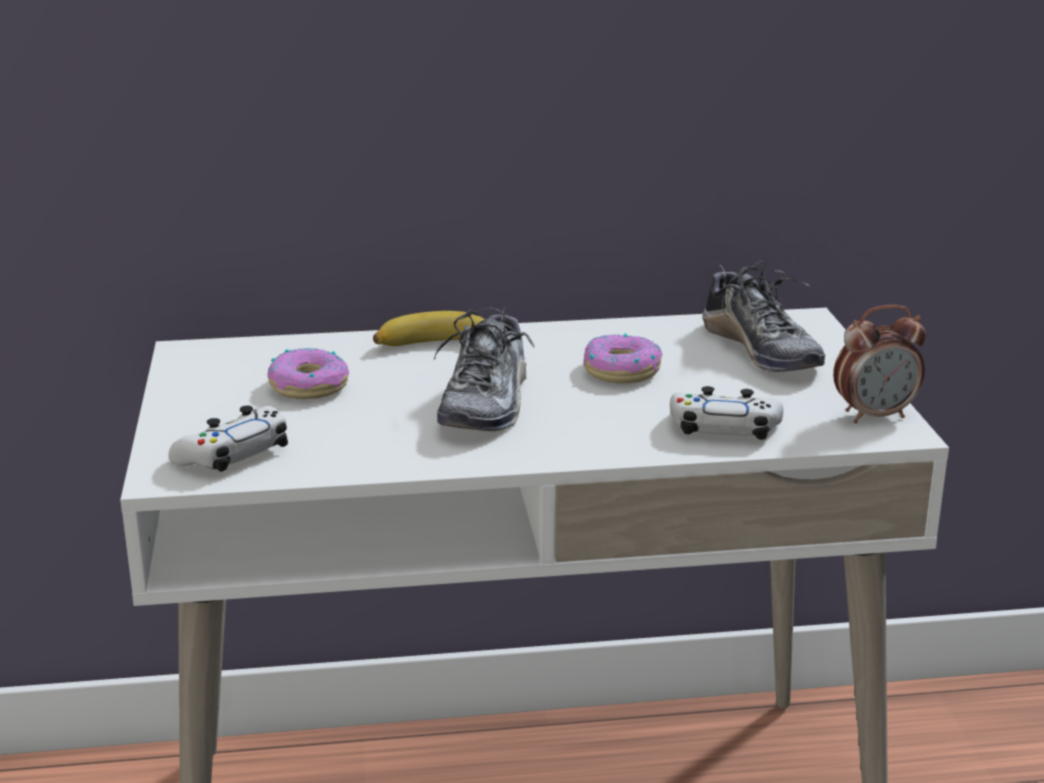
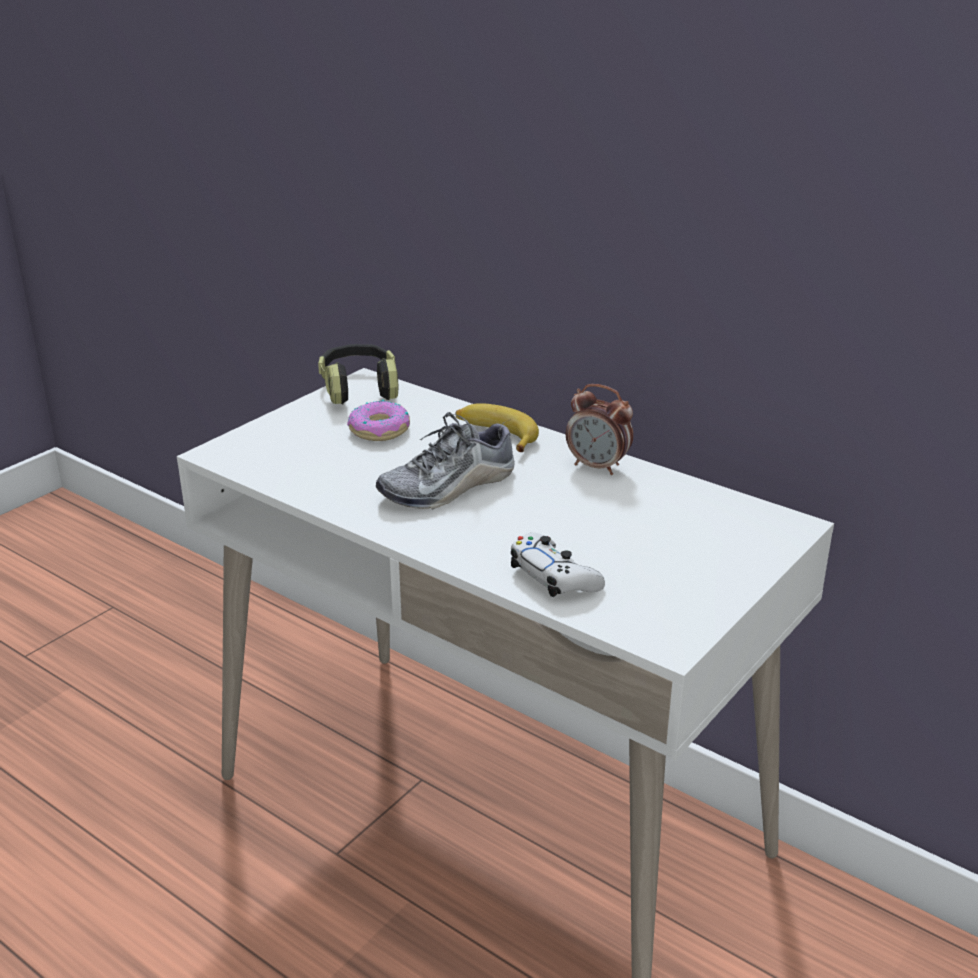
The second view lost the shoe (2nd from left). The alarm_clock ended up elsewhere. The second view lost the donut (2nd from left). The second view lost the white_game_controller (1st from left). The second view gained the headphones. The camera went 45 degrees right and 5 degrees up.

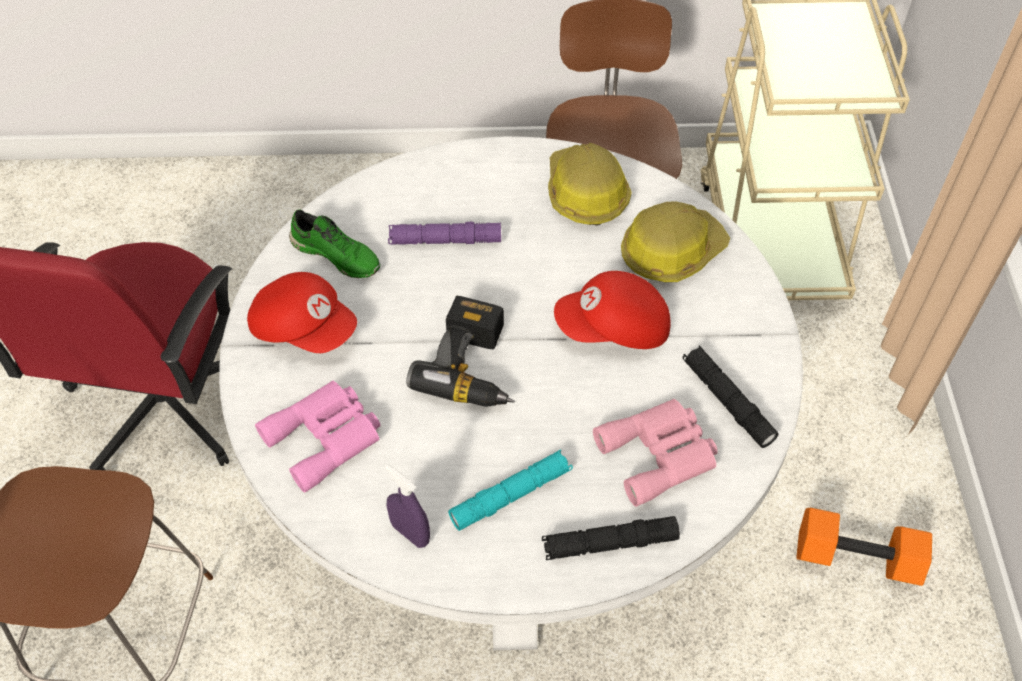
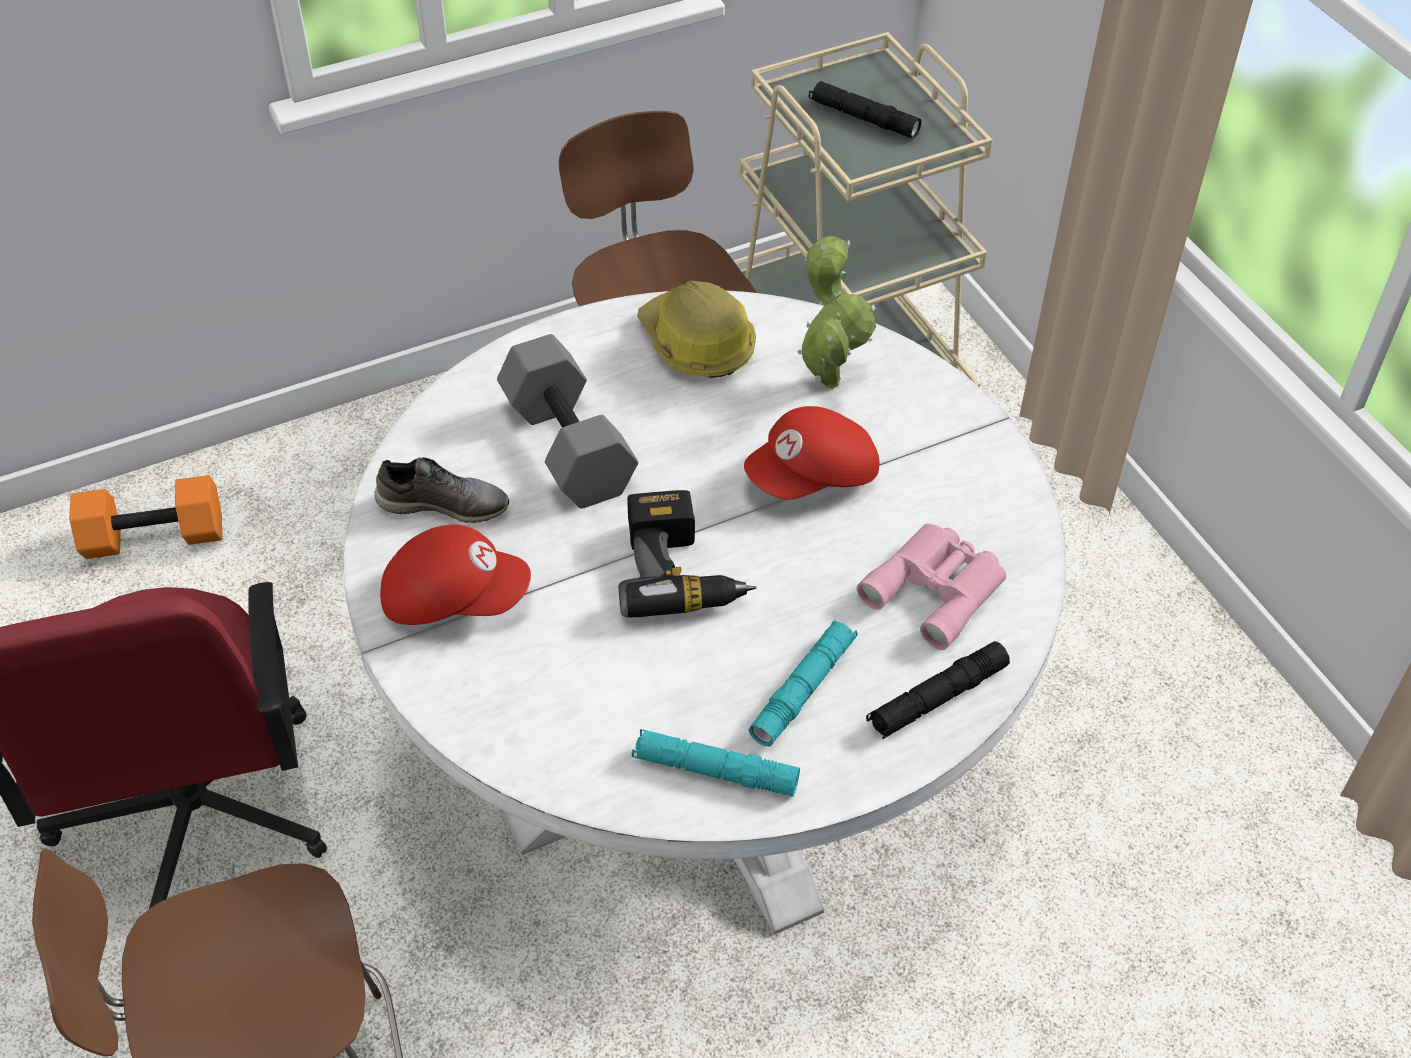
Where the hard_hat (2nd from left) stood, the potted_plant came to stand. What was the green_shoe turned into the grey_shoe. Where the purple_flashlight stood, the grey_dumbbell came to stand. The black_flashlight (2nd from left in the first image) ended up elsewhere. The second view lost the pink_binoculars (1st from left). Where the purple_spray_bottle stood, the turquoise_flashlight (1st from left) came to stand. The orange_dumbbell ended up elsewhere. The camera went 25 degrees left and 5 degrees down.

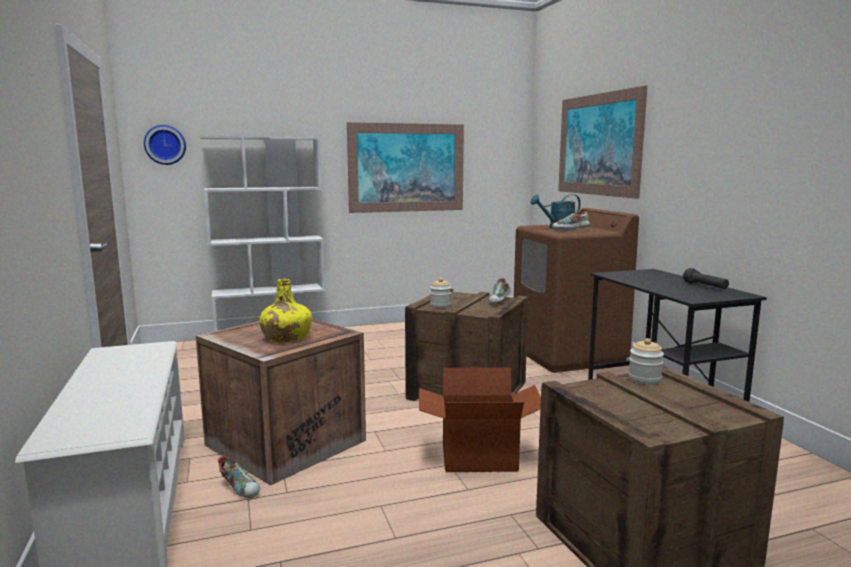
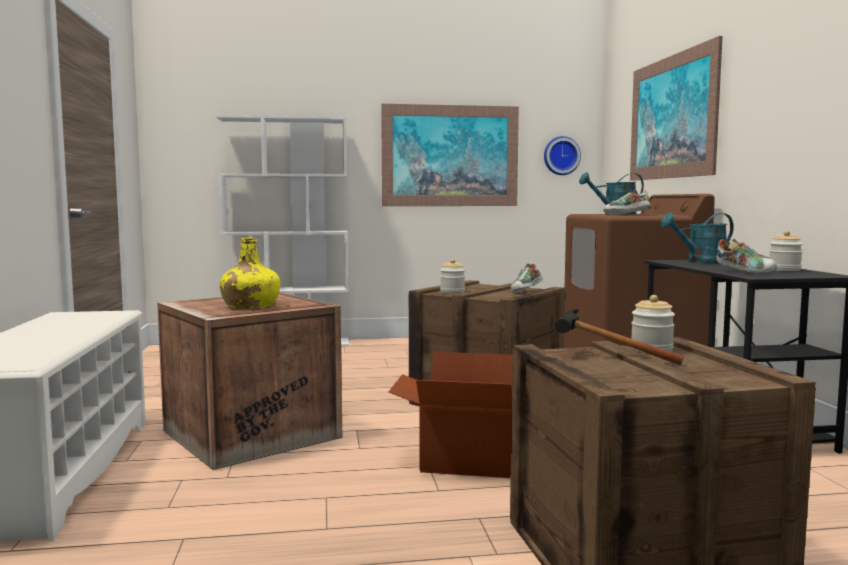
The wall_clock ended up elsewhere. Where the black_flashlight stood, the jar (3rd from left) came to stand. The shoe (1st from left in the first image) ended up elsewhere. The second view gained the turquoise_watering_can (2nd from left). The second view gained the hammer. The camera went 10 degrees right and 5 degrees down.

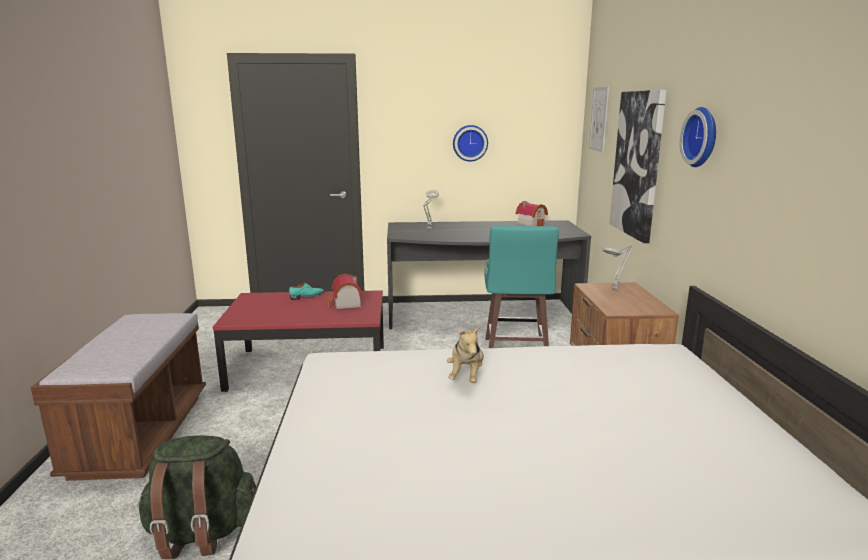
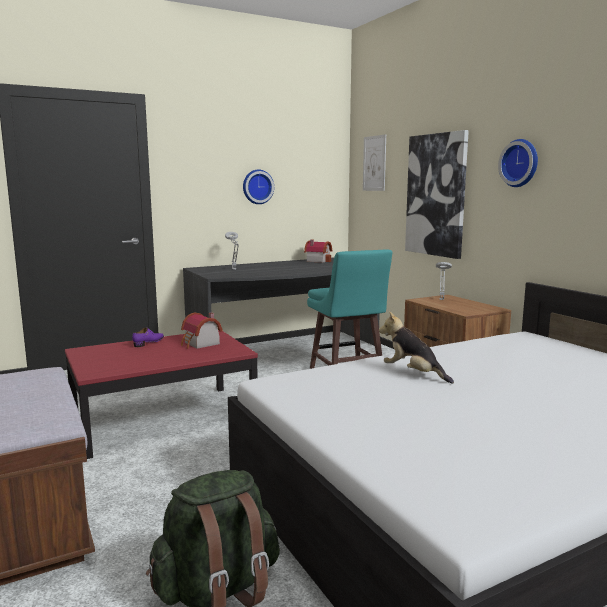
What was the turquoise_shoe turned into the purple_shoe. The plush_toy ended up facing another way, 150 degrees clockwise from before. The camera went 25 degrees left and 5 degrees down.

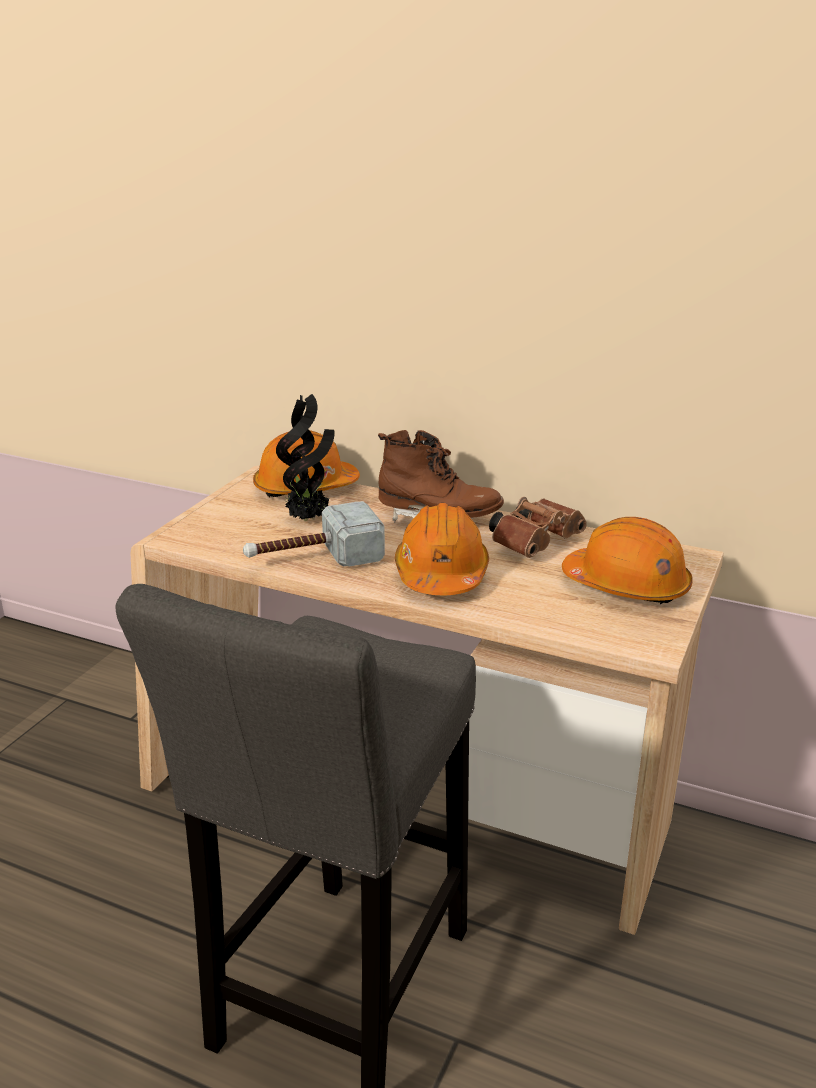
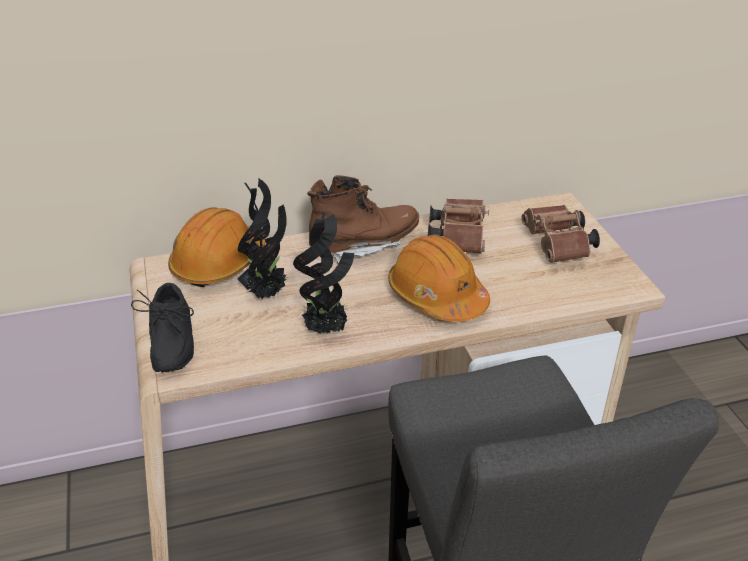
Where the hammer stood, the potted_plant (2nd from left) came to stand. Where the orange_hard_hat (3rd from left) stood, the brown_binoculars (2nd from left) came to stand. The second view gained the black_shoe. The camera went 40 degrees left and 10 degrees up.

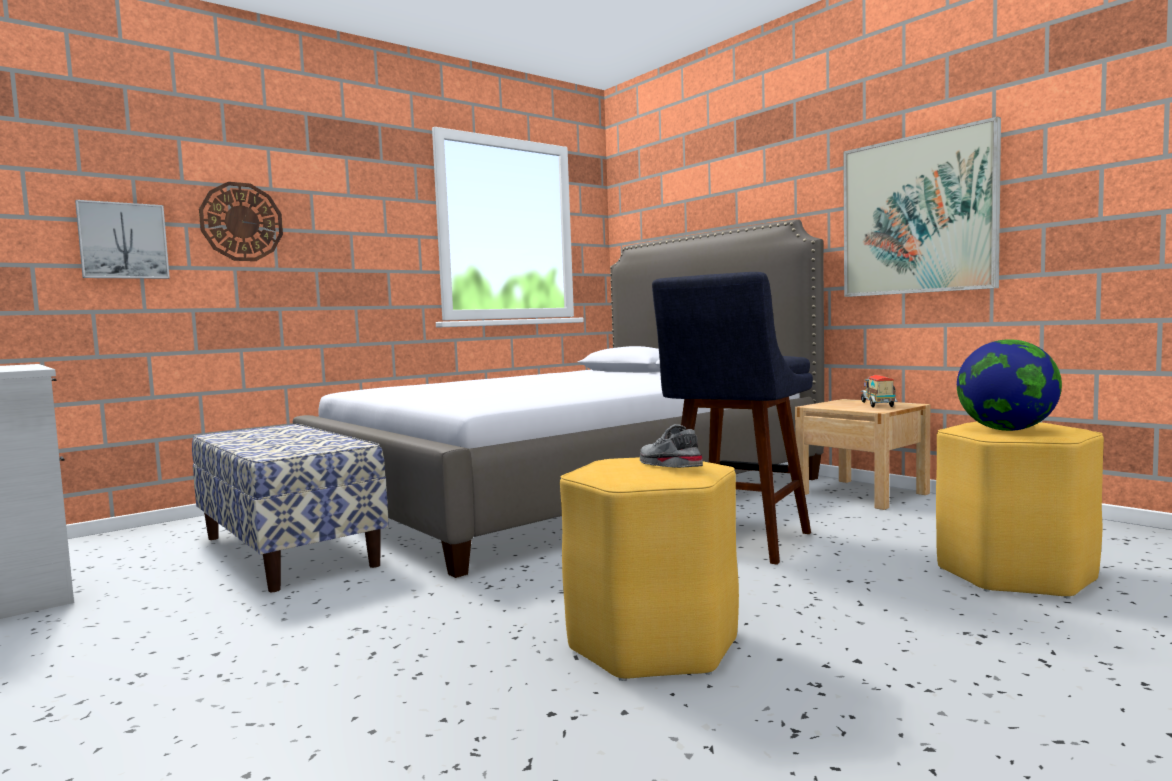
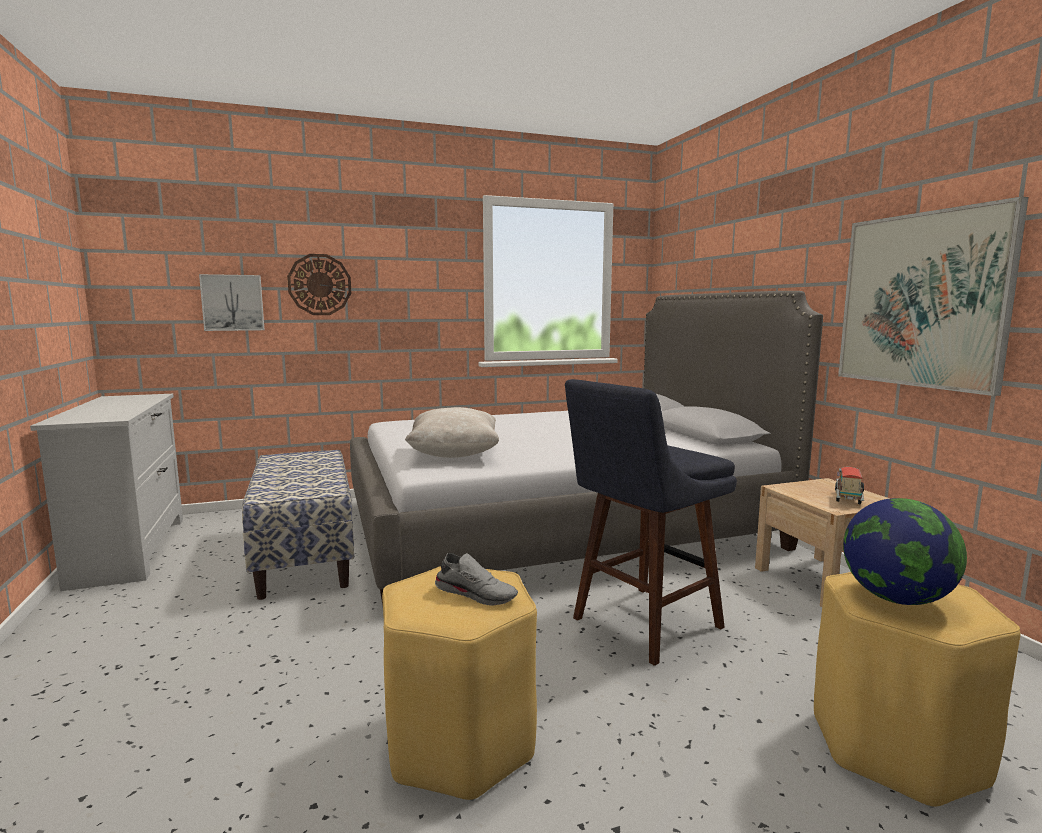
The grey_shoe ended up facing another way, 120 degrees clockwise from before. The second view gained the beige_pillow. The camera went 20 degrees right and 5 degrees up.

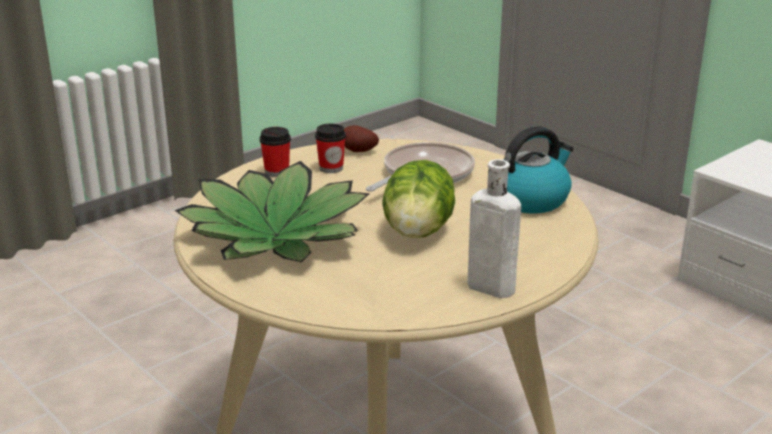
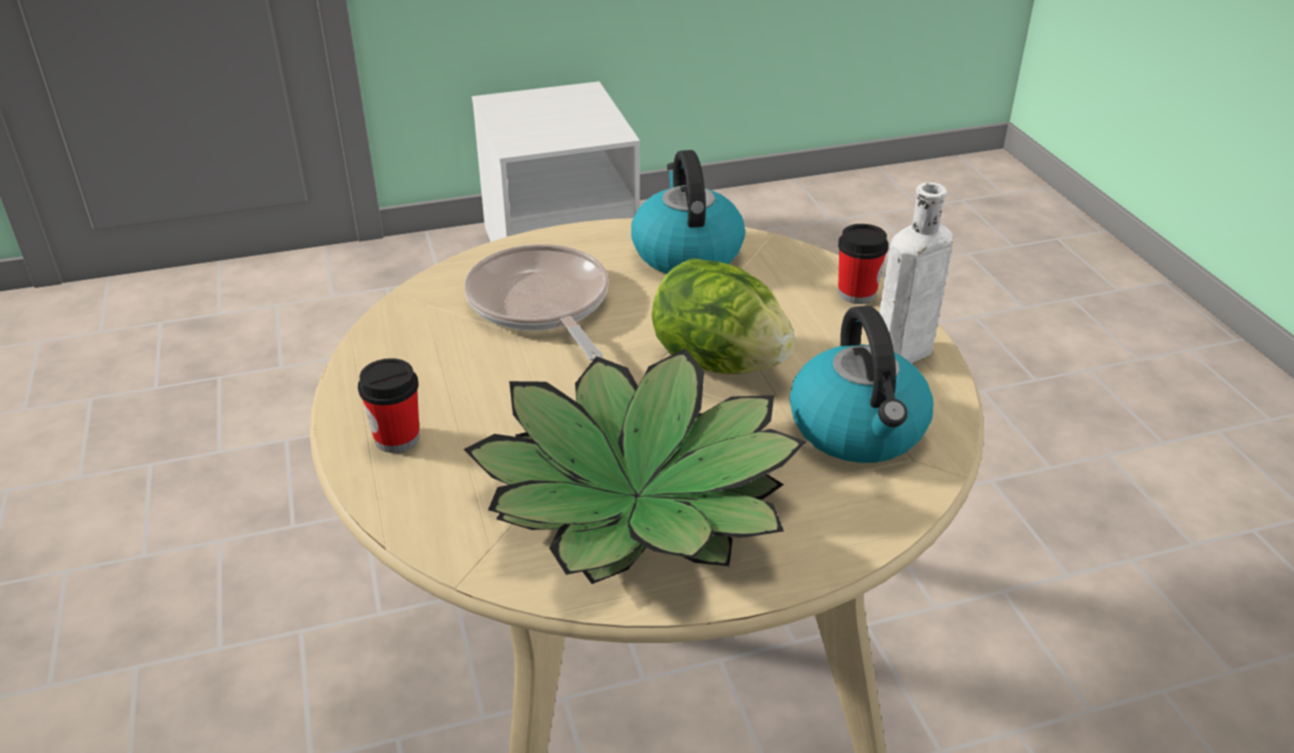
The cup (2nd from left) ended up elsewhere. The second view lost the potato. The second view gained the kettle (2nd from left). The camera went 65 degrees left and 10 degrees up.

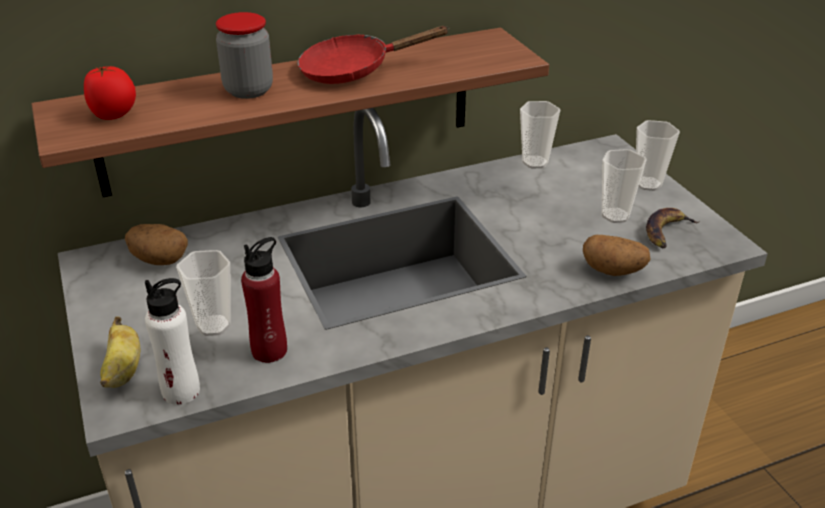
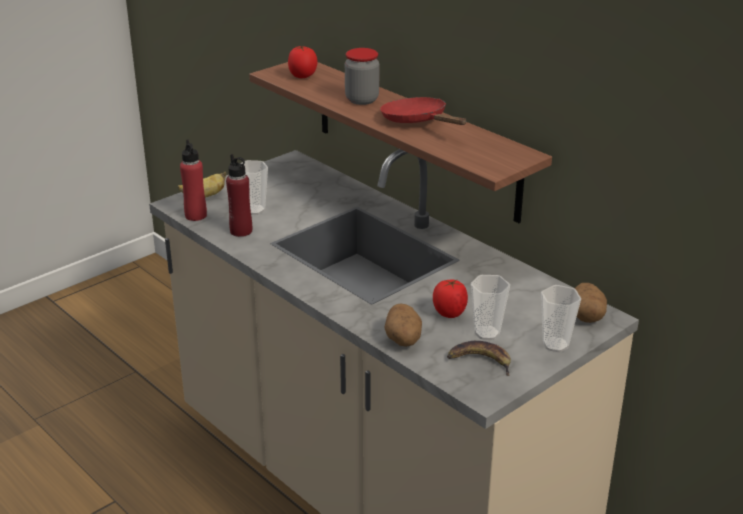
The second view lost the cup (2nd from left). The potato (1st from left in the first image) ended up elsewhere. What was the white_bottle turned into the red_bottle (1st from left). The second view gained the tomato (2nd from left). The camera went 70 degrees right and 5 degrees down.

